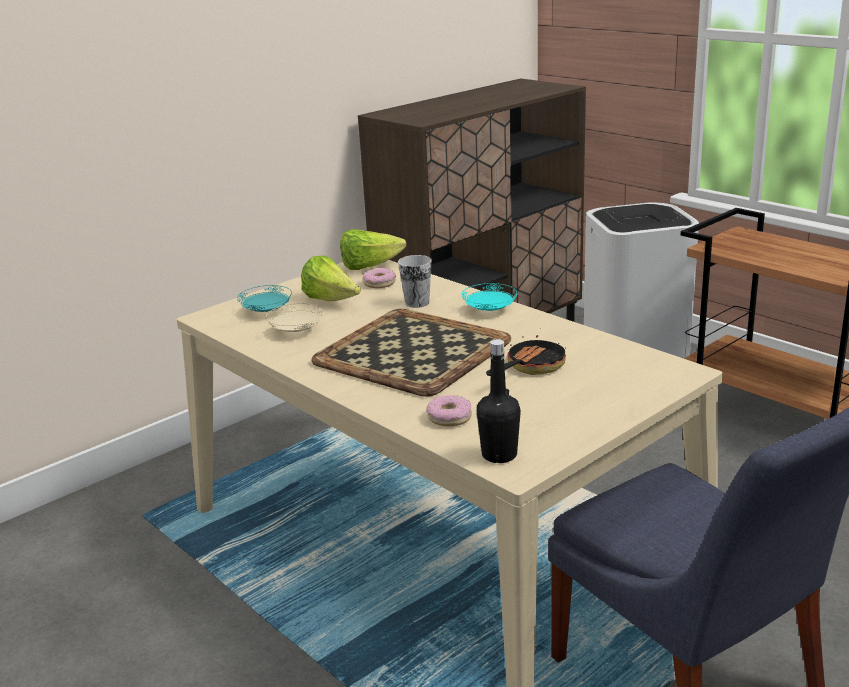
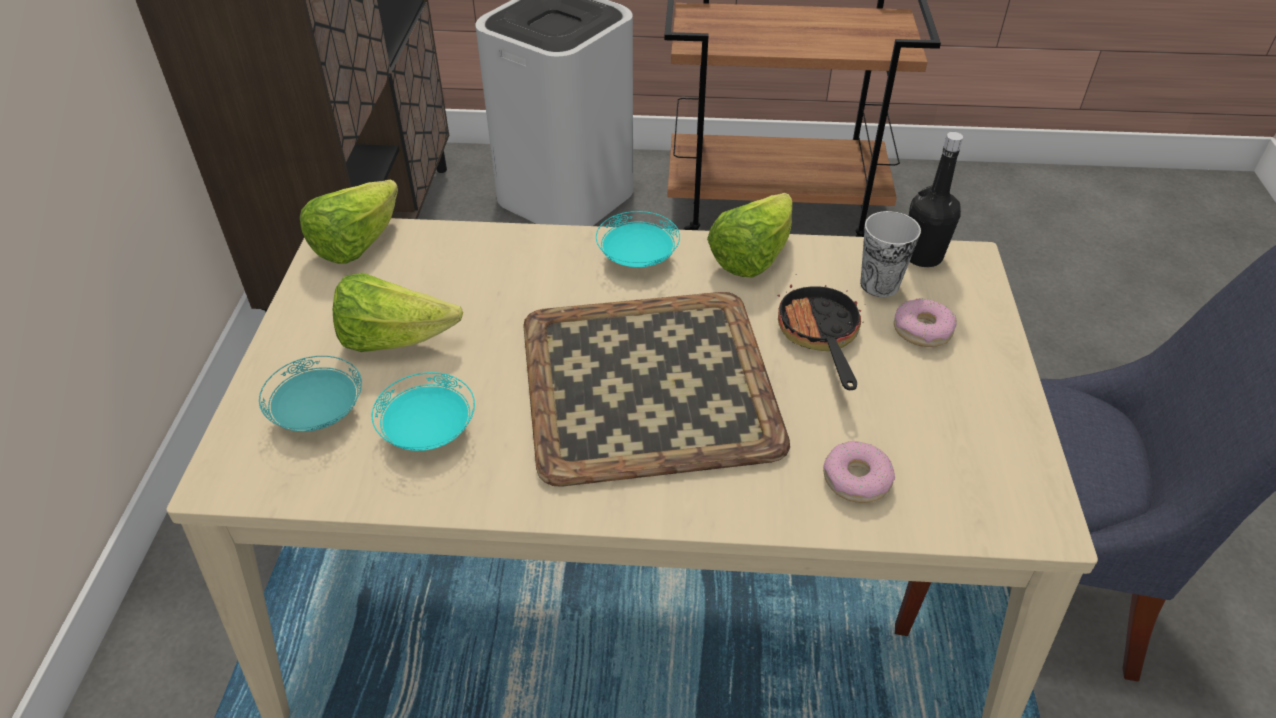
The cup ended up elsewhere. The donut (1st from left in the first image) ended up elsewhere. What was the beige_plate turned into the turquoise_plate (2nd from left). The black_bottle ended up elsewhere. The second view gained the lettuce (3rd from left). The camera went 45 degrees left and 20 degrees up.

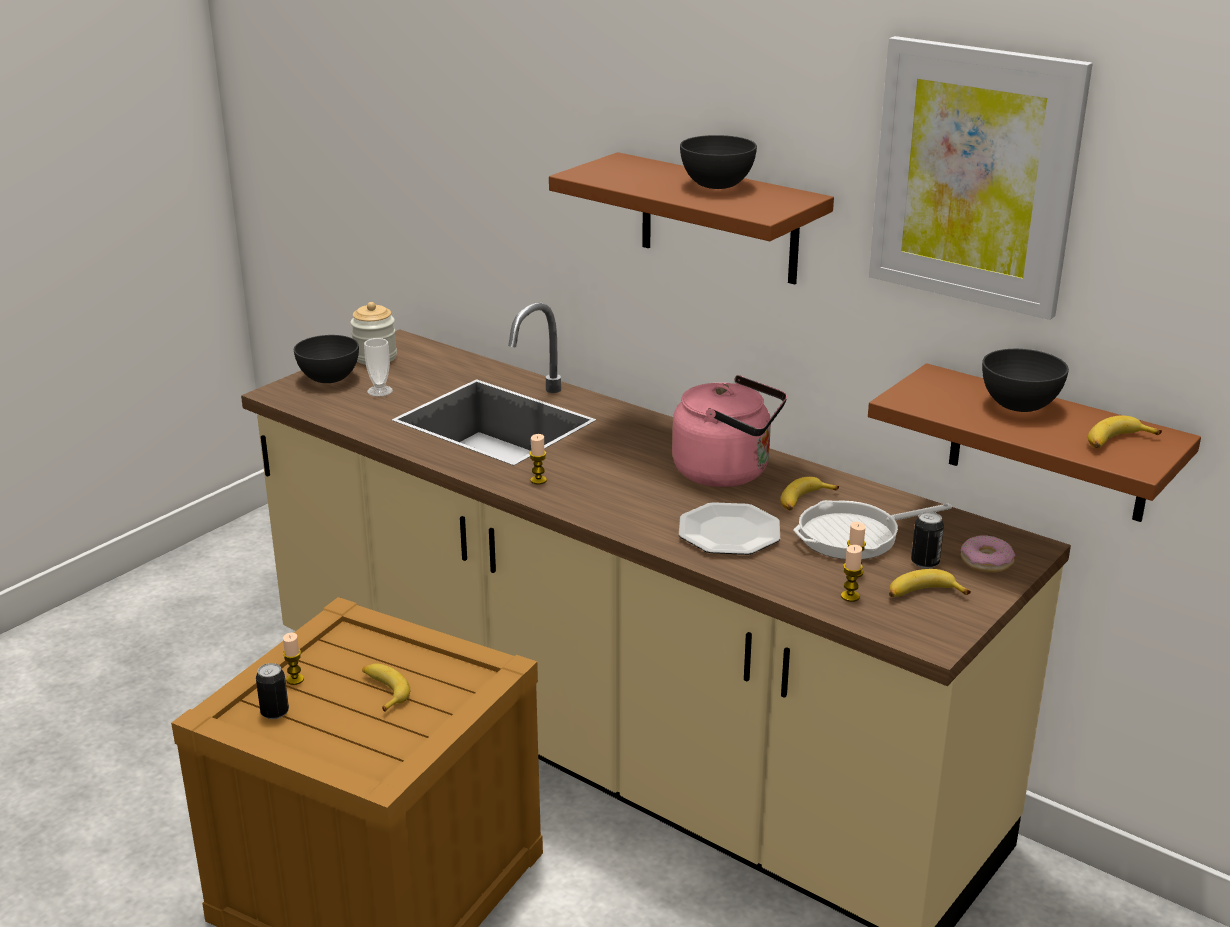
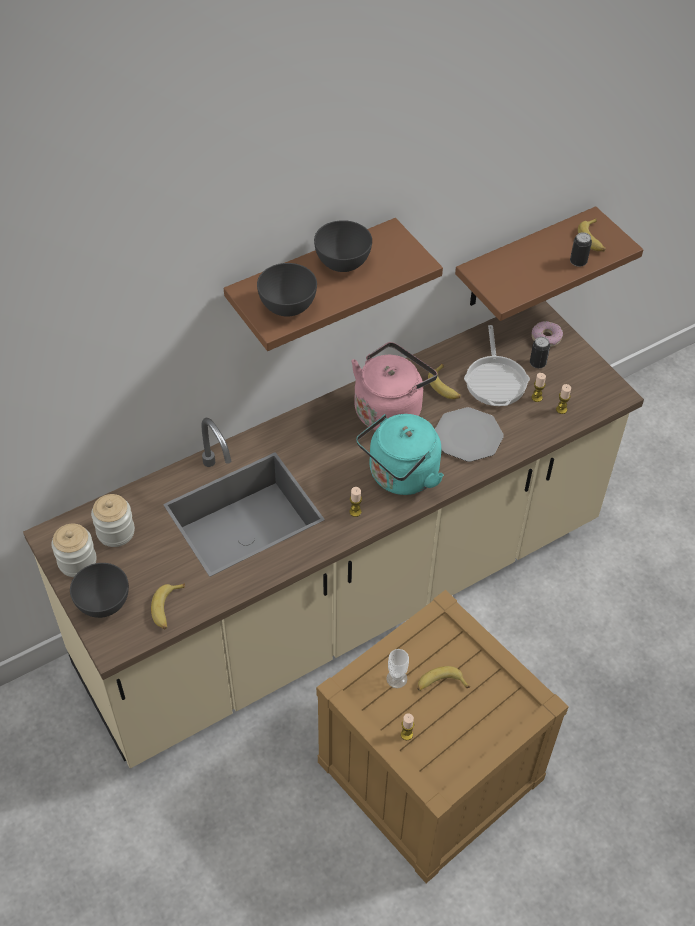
The second view lost the picture. The cup ended up elsewhere. The grey_bowl (3rd from left in the first image) ended up elsewhere. The banana (3rd from left in the first image) ended up elsewhere. The can (1st from left in the first image) ended up elsewhere. The second view gained the turquoise_kettle. The second view gained the jar (2nd from left). The camera went 70 degrees left and 25 degrees up.

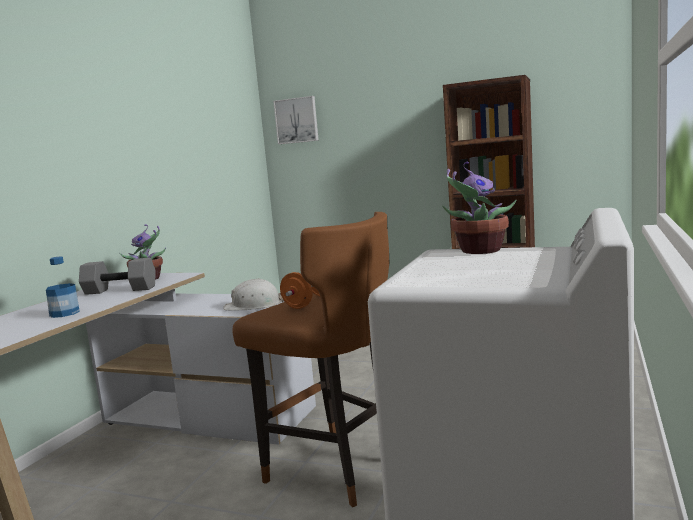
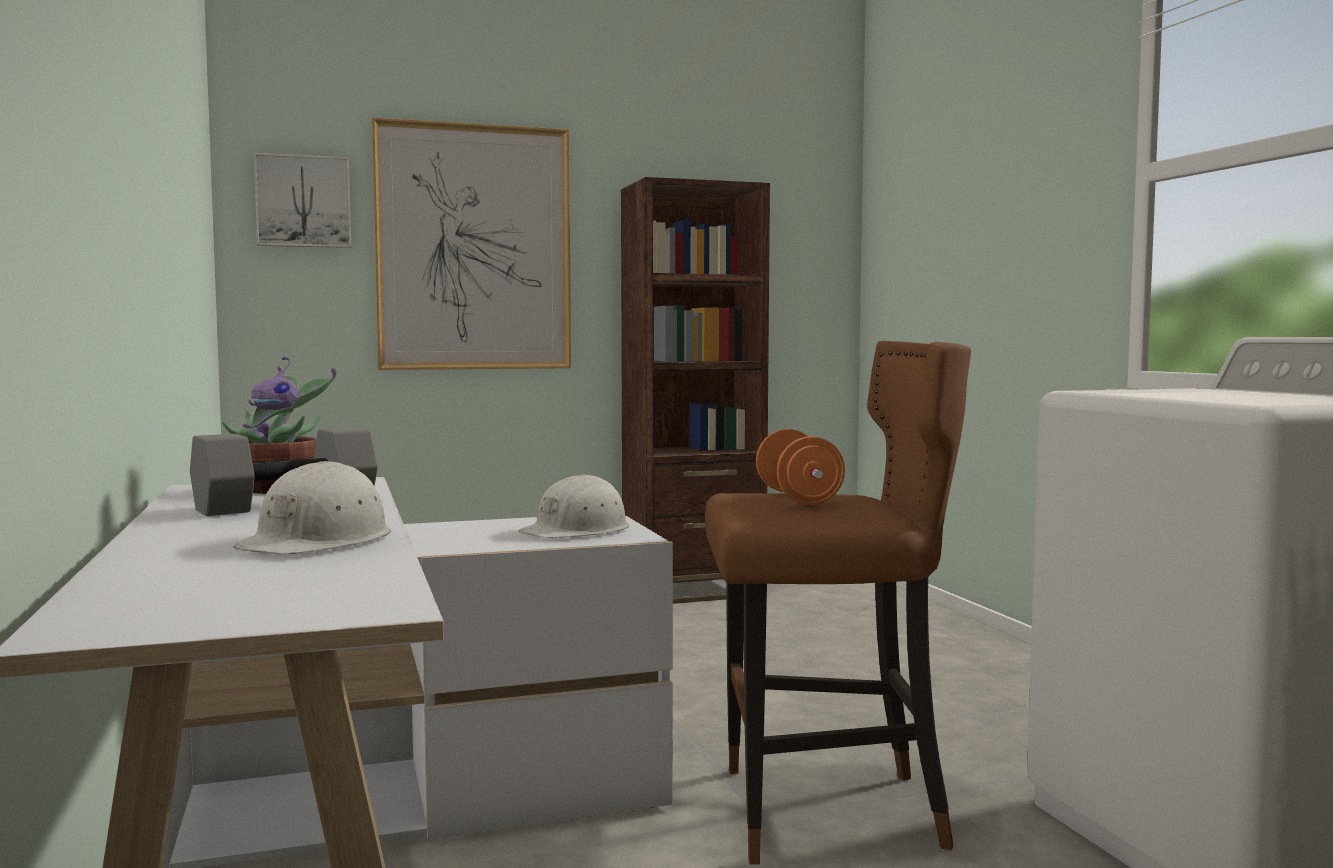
The second view lost the potted_plant (2nd from left). Where the bottle stood, the white_hard_hat (1st from left) came to stand. The second view gained the picture (2nd from left). The camera went 40 degrees left and 5 degrees down.

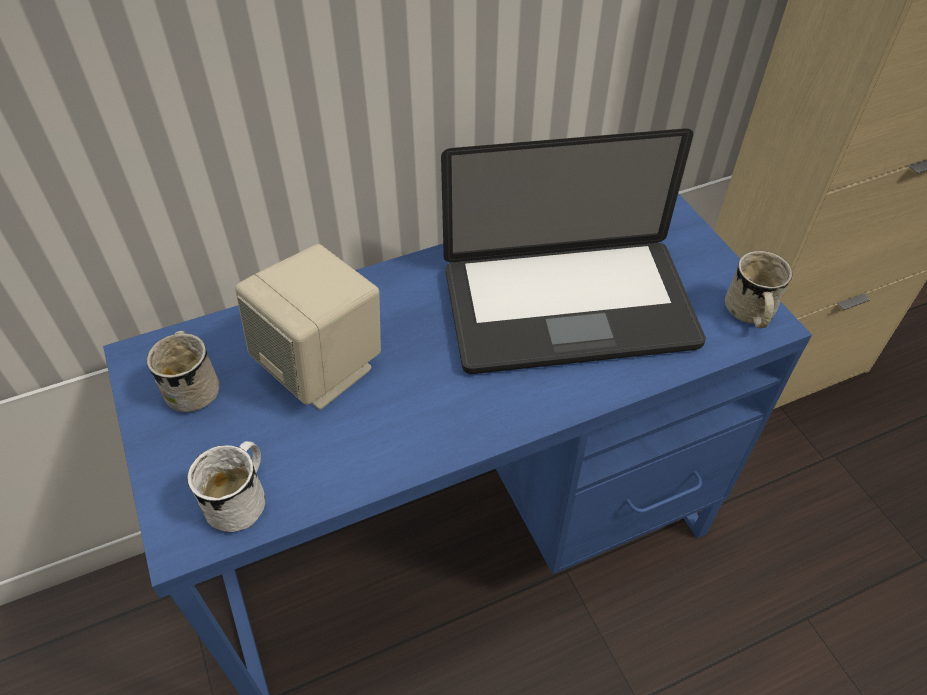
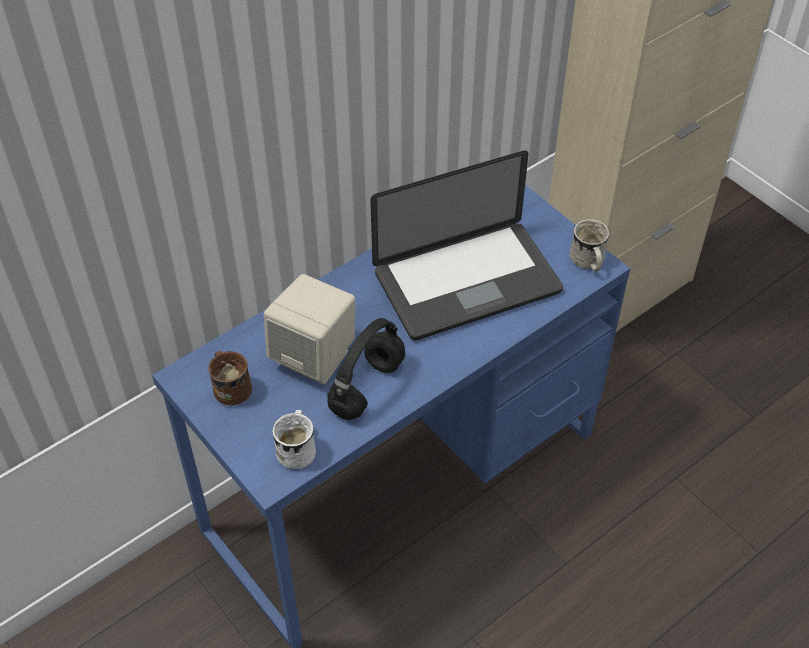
What was the white_mug (1st from left) turned into the brown_mug. The second view gained the black_headphones. The camera went 15 degrees left and 0 degrees up.

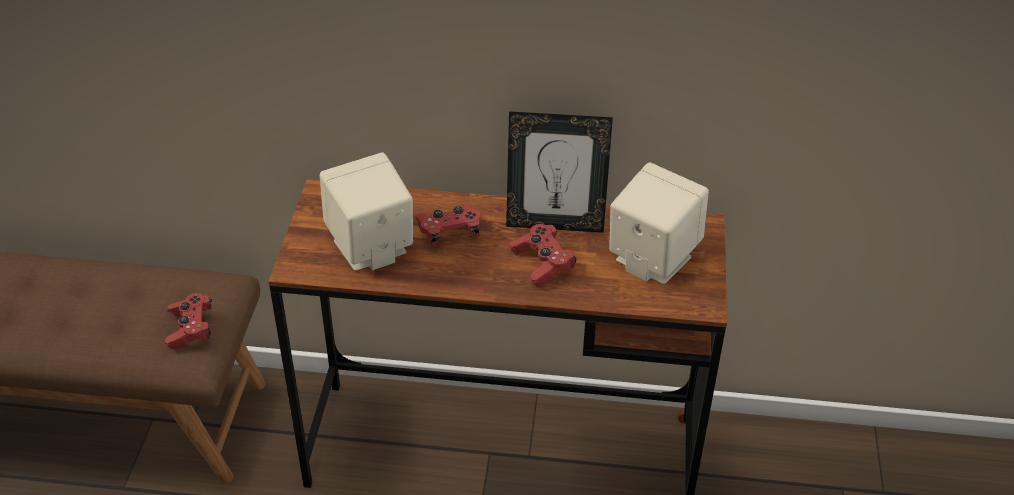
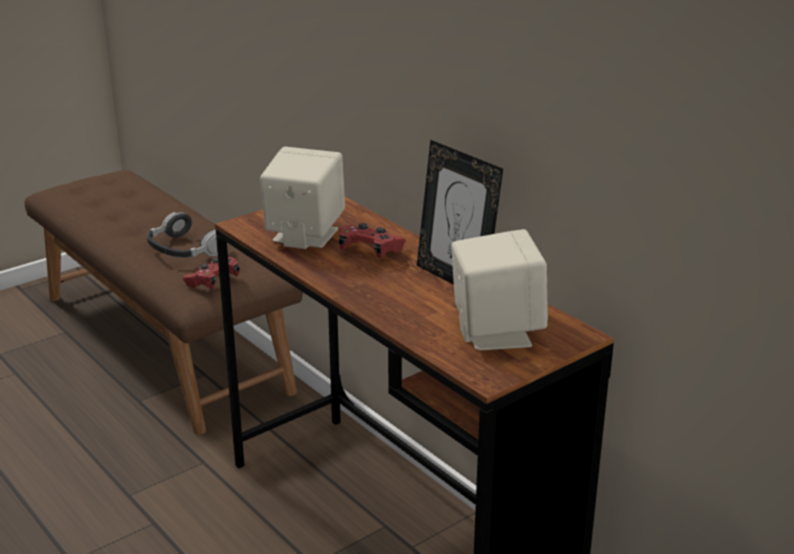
The second view lost the red_game_controller (3rd from left). The second view gained the headphones. The camera went 45 degrees right and 15 degrees down.

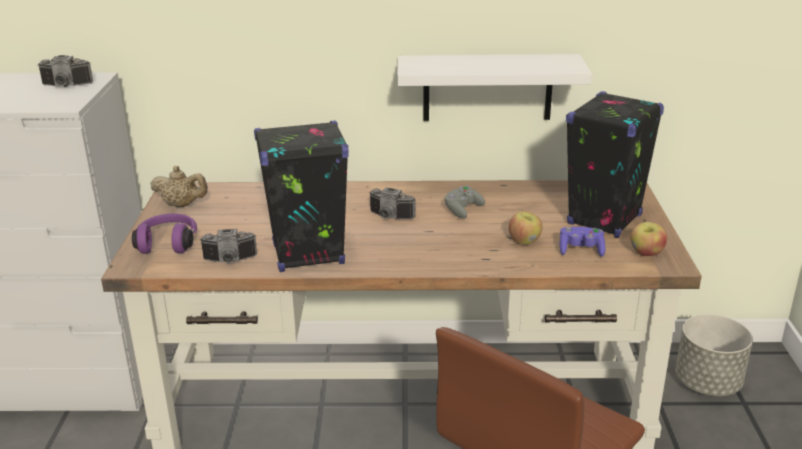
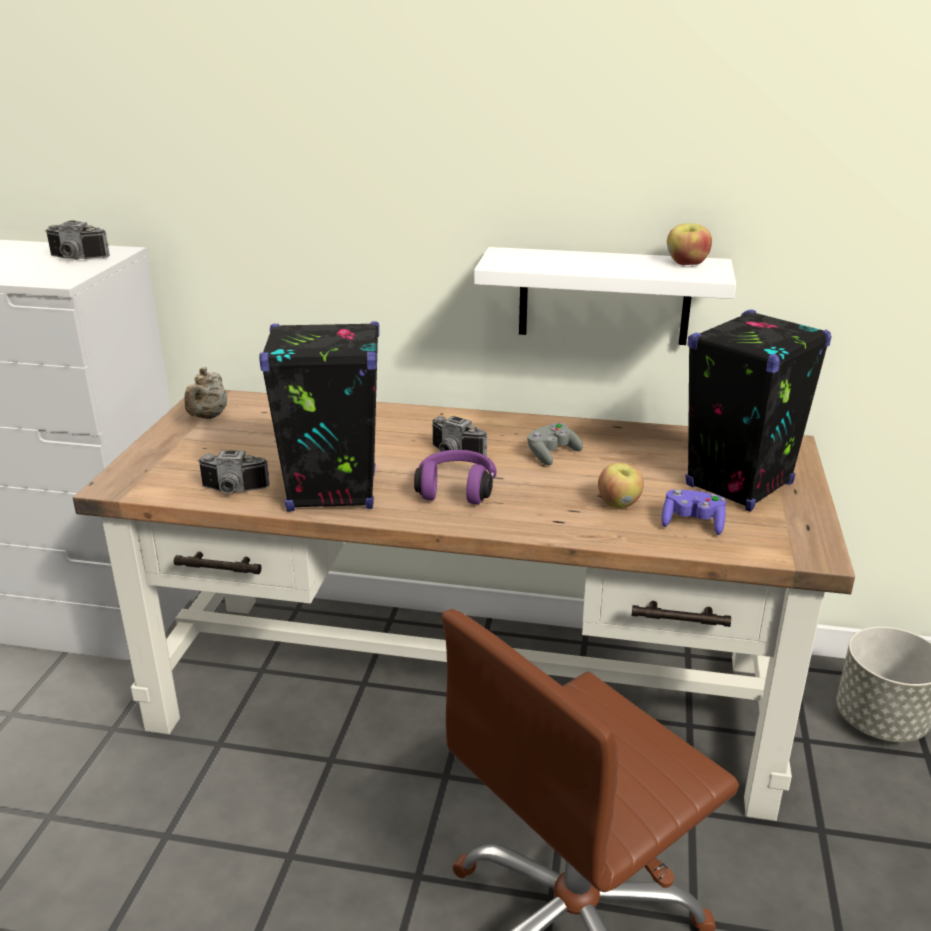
The beige_teapot ended up facing another way, 75 degrees clockwise from before. The purple_headphones ended up elsewhere. The apple (2nd from left) ended up elsewhere. The camera went 10 degrees right and 0 degrees up.

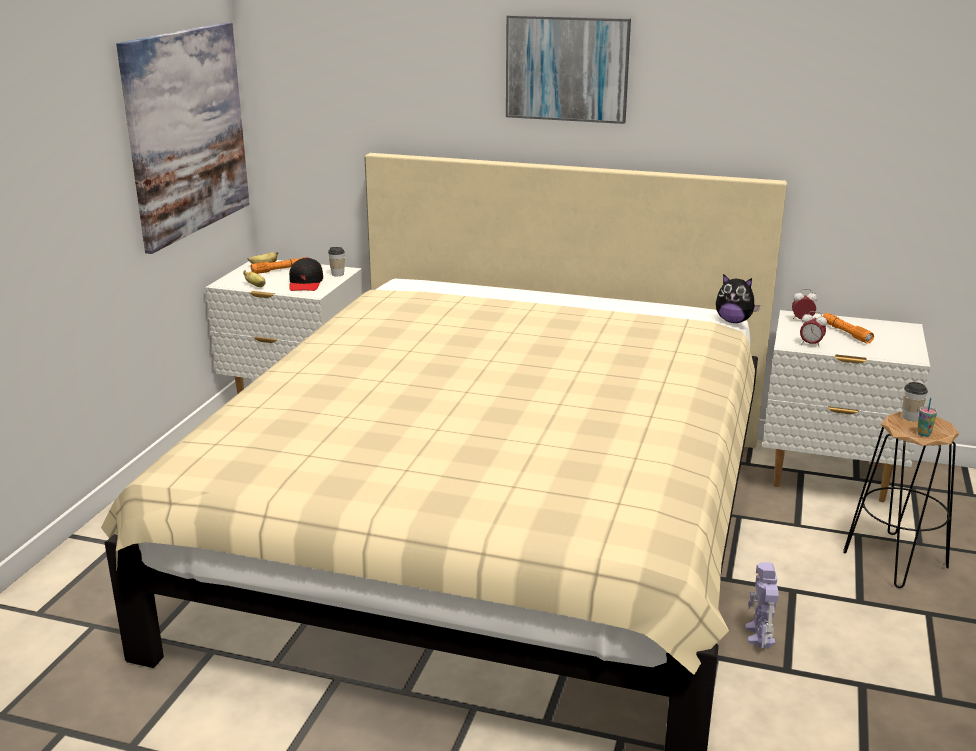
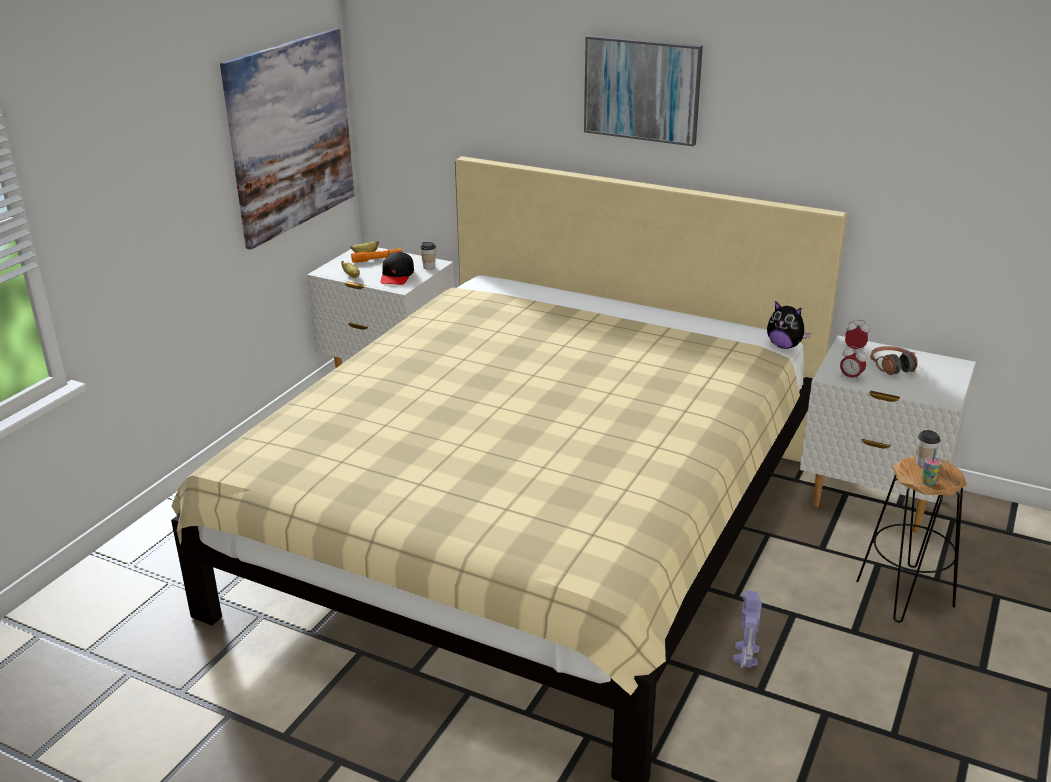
Where the orange_flashlight (2nd from left) stood, the headphones came to stand. The camera went 10 degrees right and 5 degrees up.

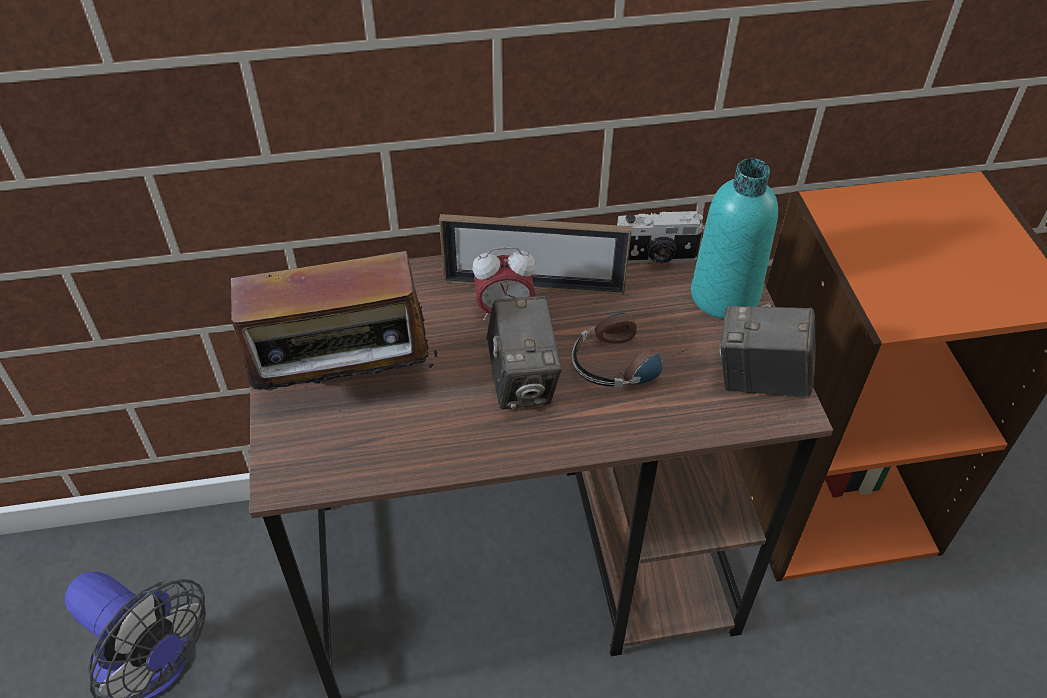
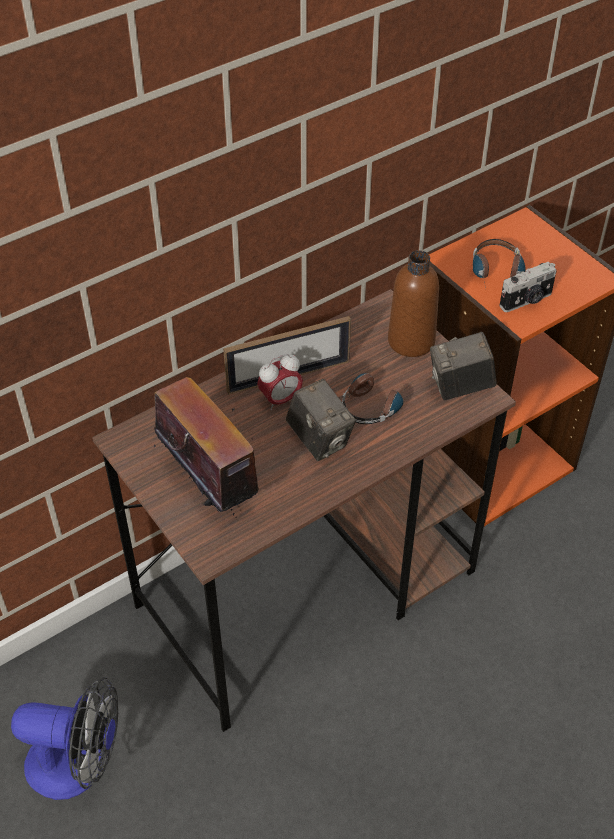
What was the turquoise_bottle turned into the brown_bottle. The photo_camera (2nd from left in the first image) ended up elsewhere. The radio ended up facing another way, 90 degrees counterclockwise from before. The second view gained the headphones (2nd from left). The camera went 25 degrees left and 0 degrees up.

